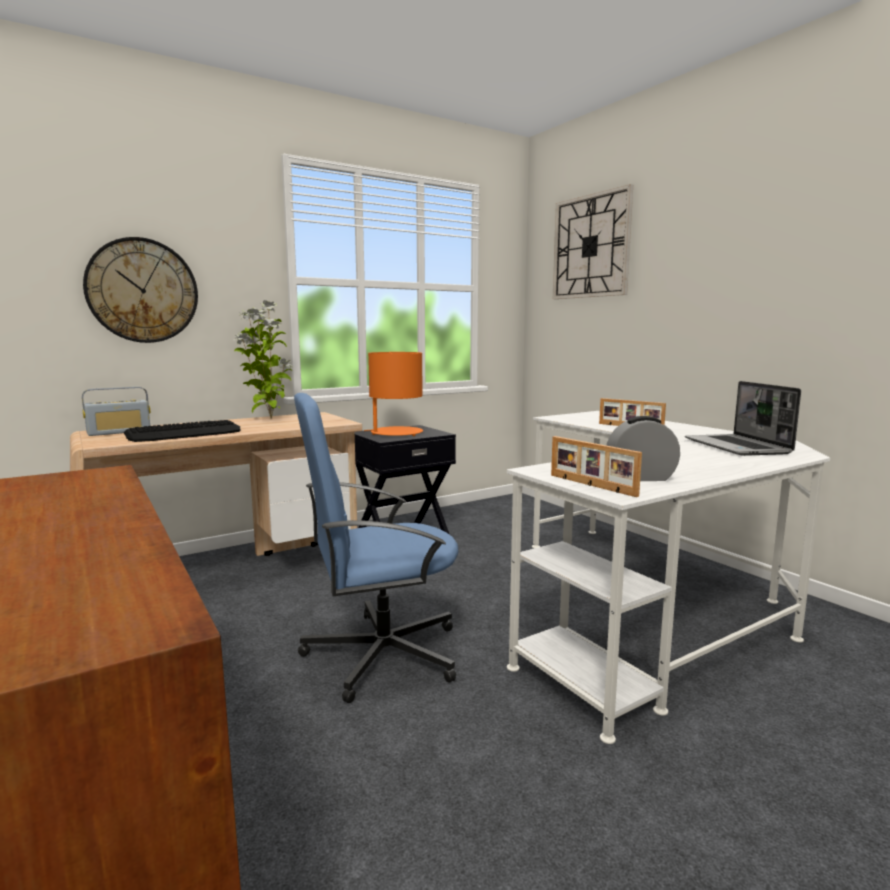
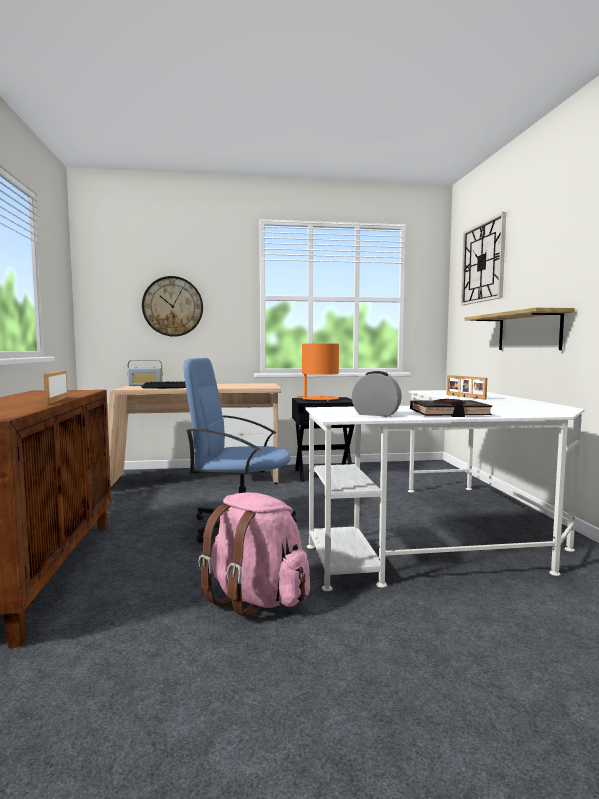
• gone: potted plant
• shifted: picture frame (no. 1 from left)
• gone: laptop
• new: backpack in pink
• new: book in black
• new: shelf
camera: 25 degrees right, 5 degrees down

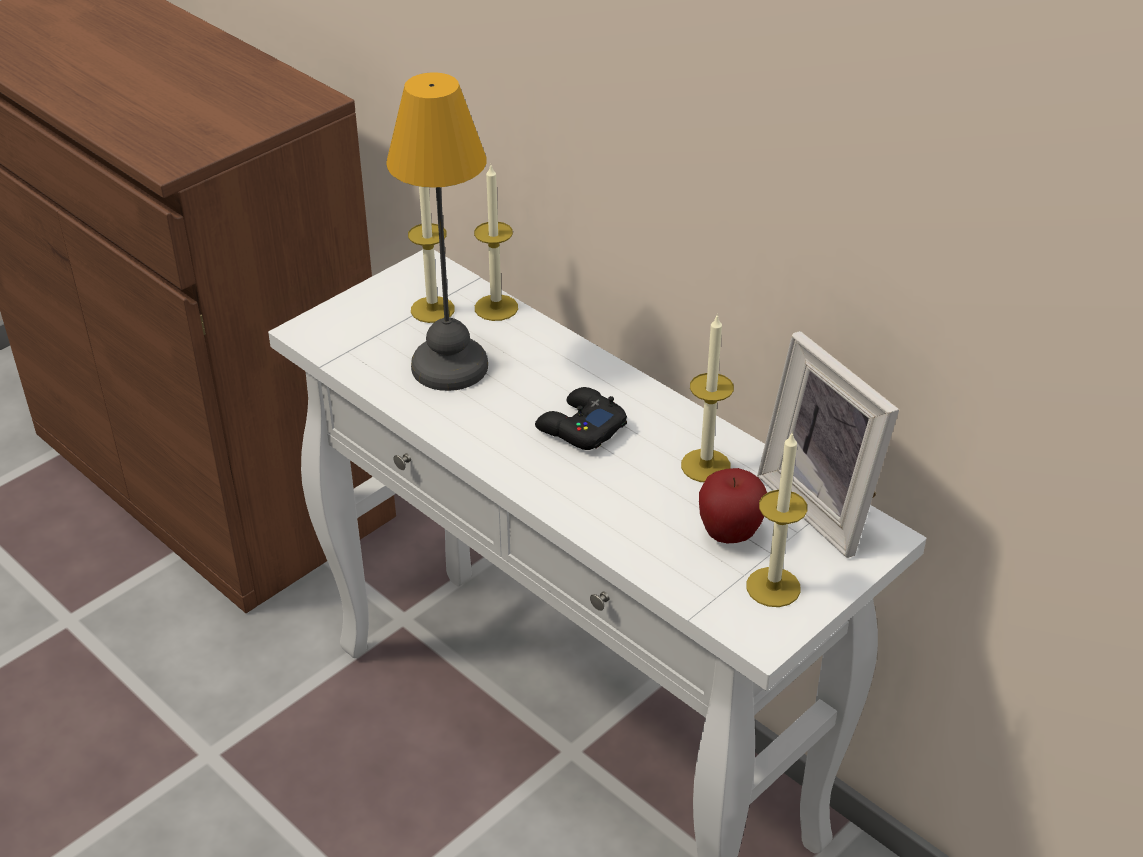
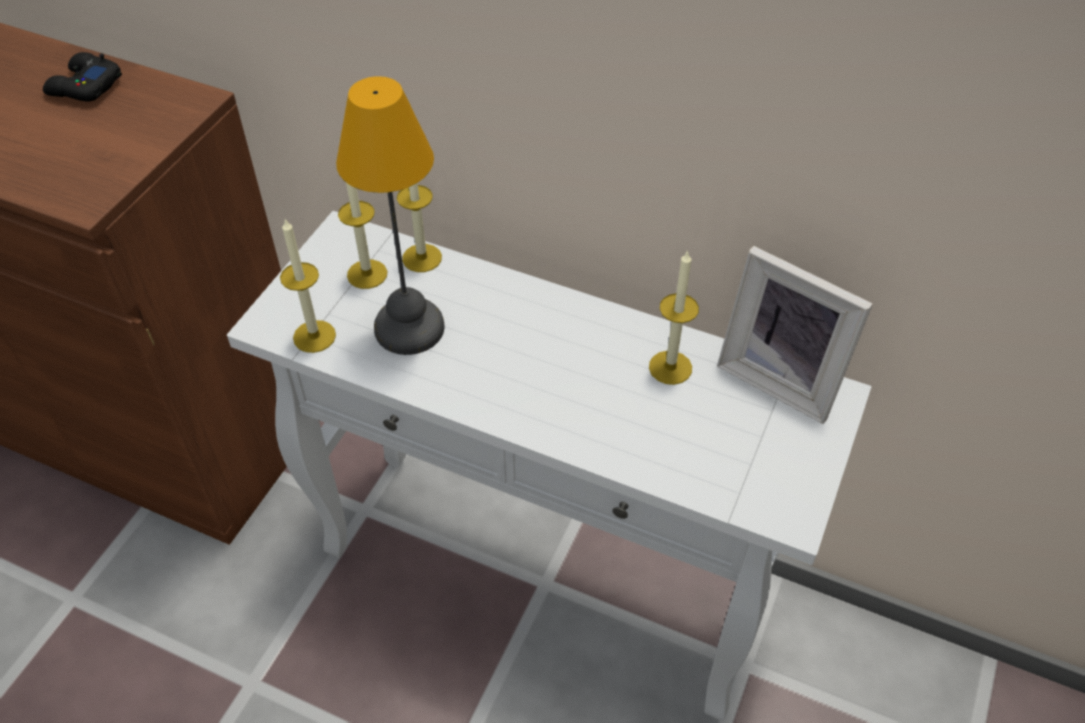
• shifted: game controller in black
• gone: apple
• shifted: candle (no. 4 from left in the first image) to candle (no. 1 from left)
camera: 20 degrees left, 10 degrees up

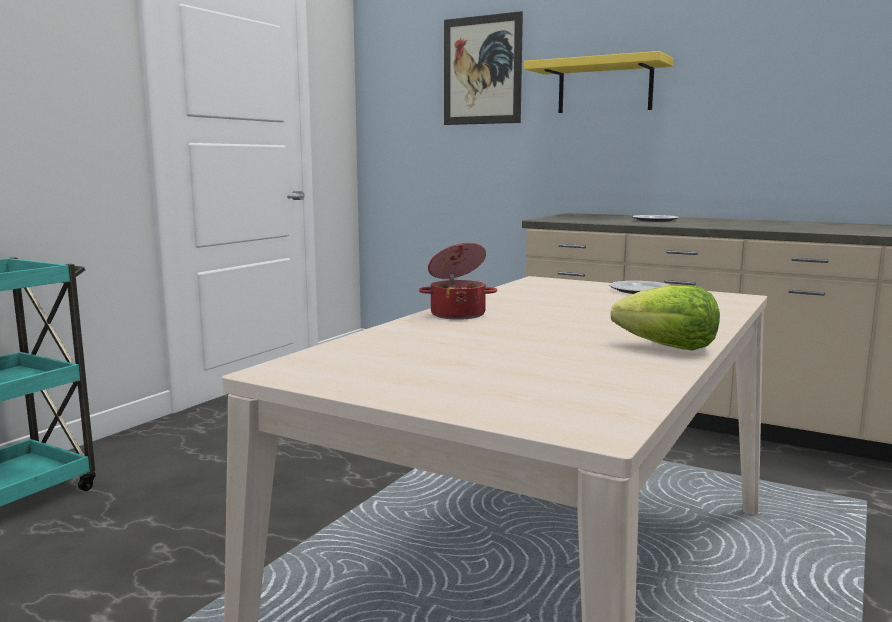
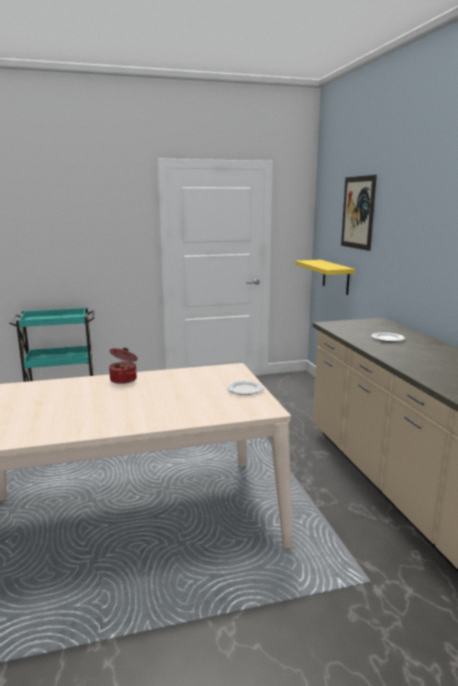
• shifted: shelf in yellow
• gone: lettuce
camera: 45 degrees right, 5 degrees up

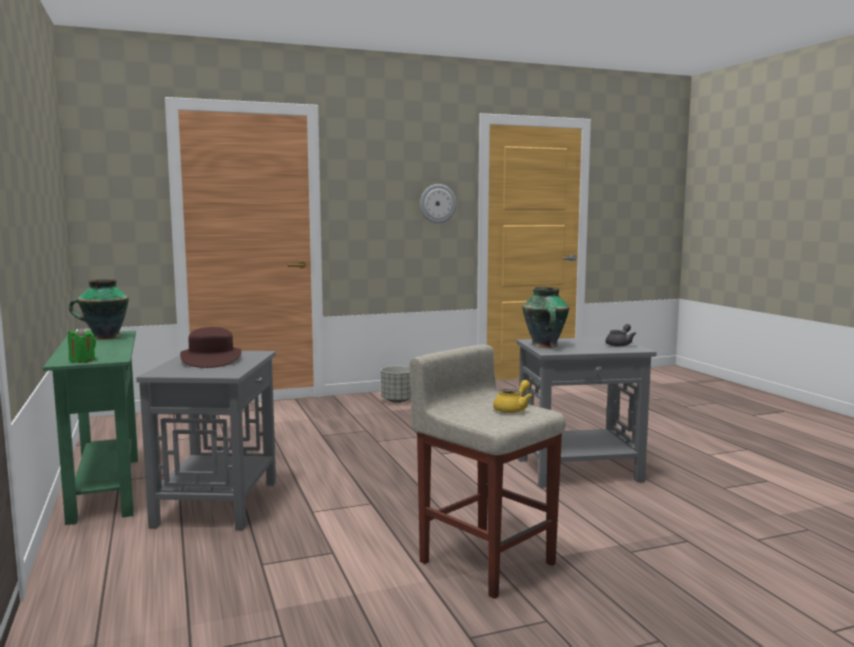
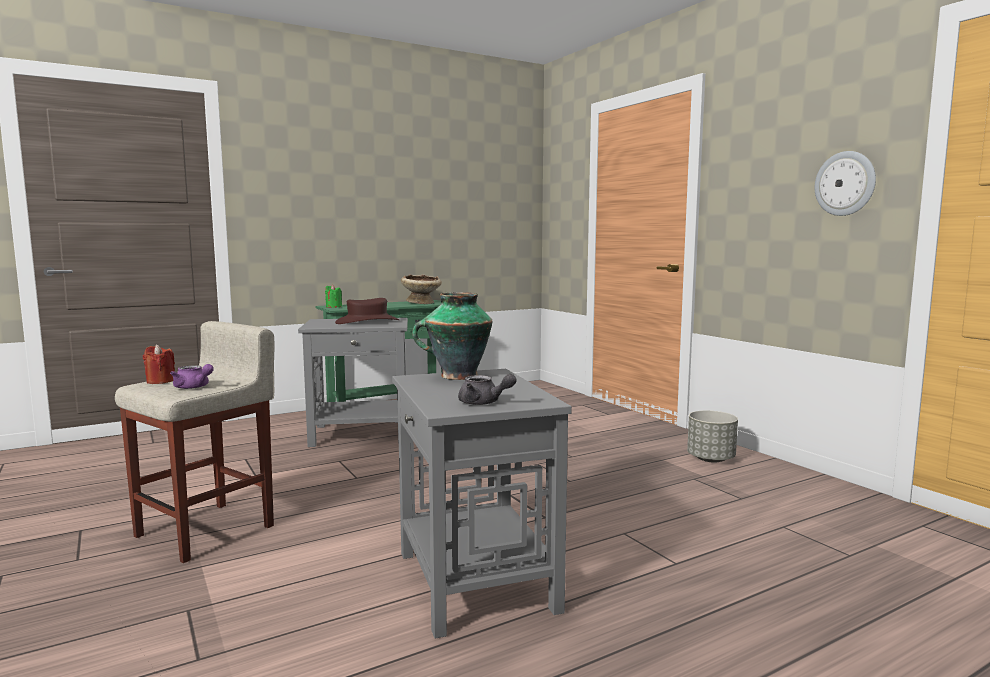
• swapped: vase (no. 1 from left) to bowl in beige
• repainted: teapot in yellow to teapot in purple
• new: candle in red
camera: 80 degrees right, 0 degrees up

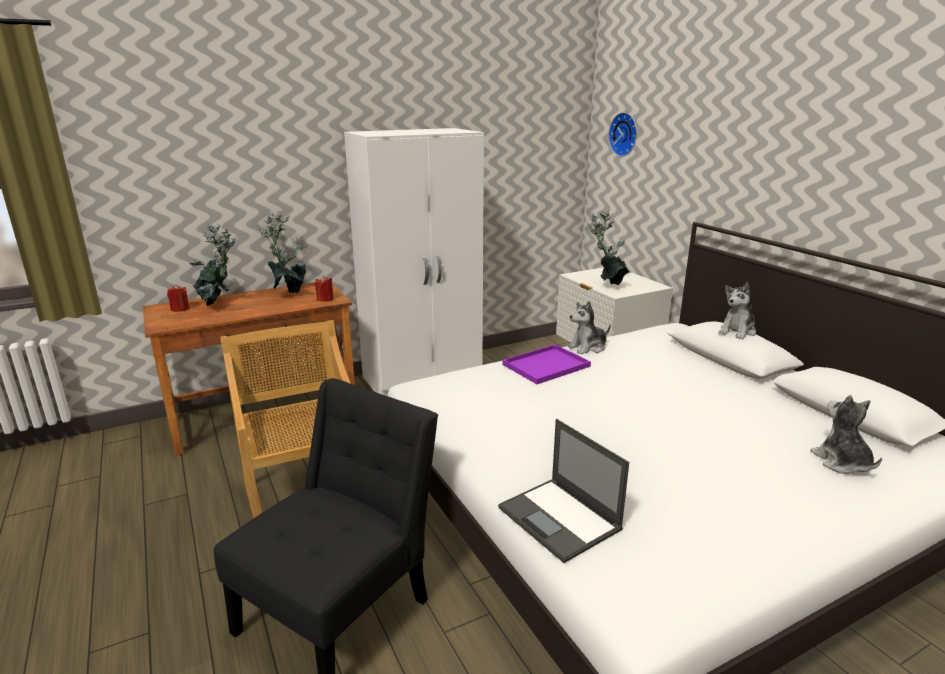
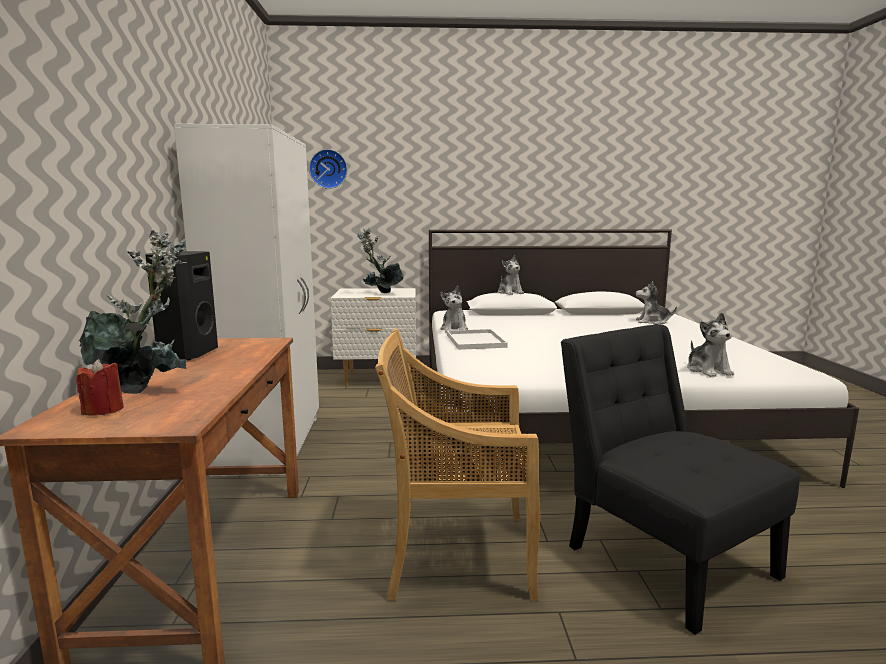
• swapped: potted plant (no. 2 from left) to speaker in black
• gone: candle in red (no. 2 from left)
• swapped: laptop to plush toy (no. 4 from left)
• repainted: tray in purple to tray in white
camera: 65 degrees left, 10 degrees down

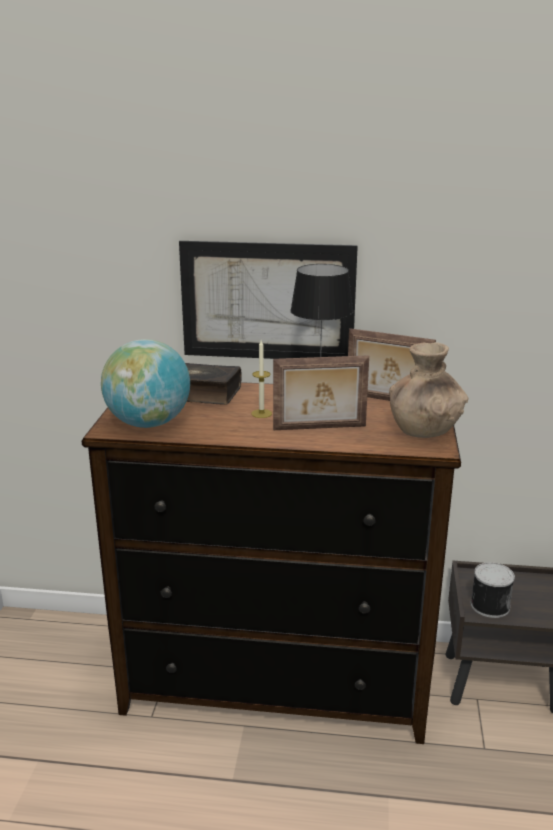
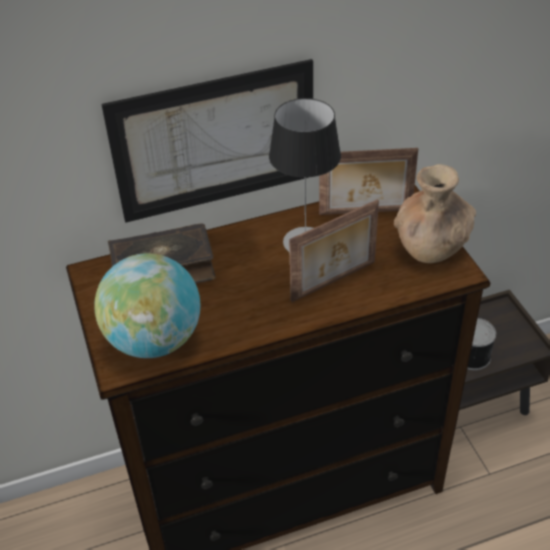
• gone: candle
camera: 25 degrees left, 20 degrees up

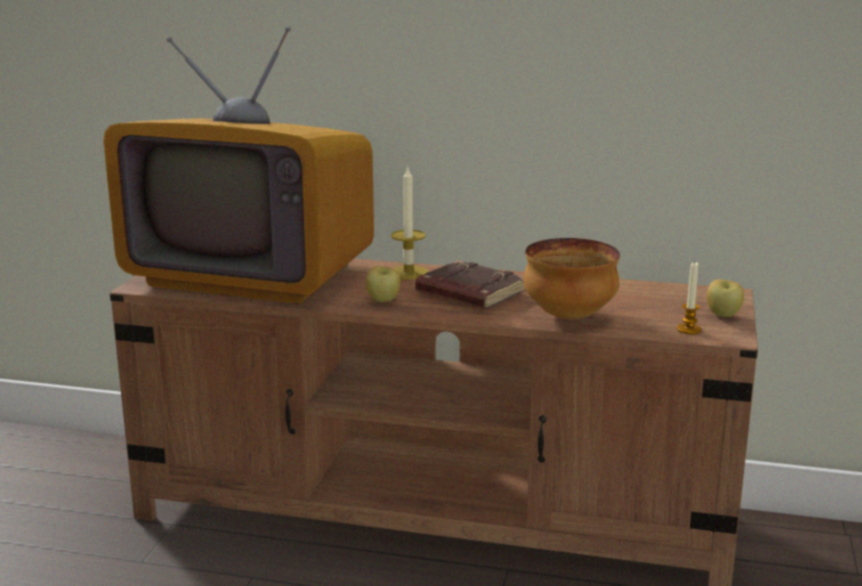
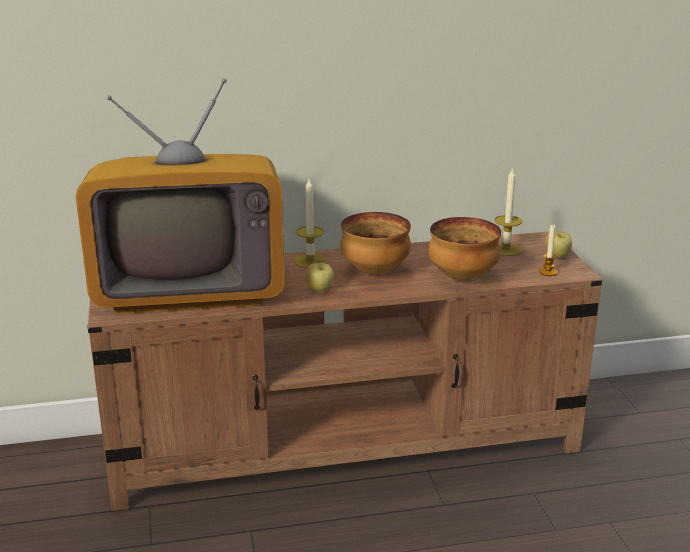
• swapped: book in brown to bowl (no. 1 from left)
• new: candle (no. 2 from left)
camera: 25 degrees left, 5 degrees up

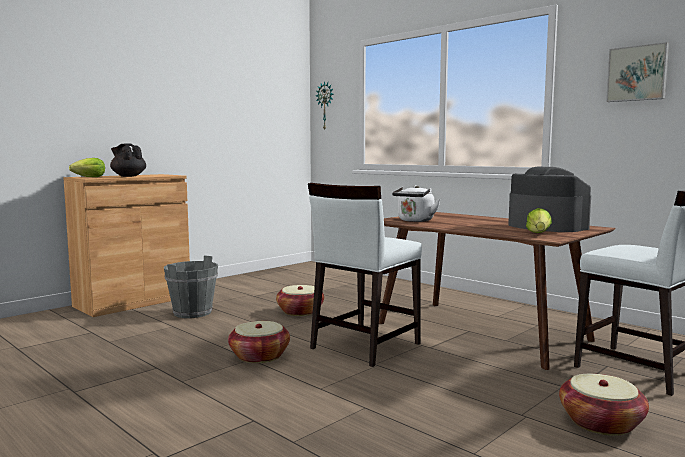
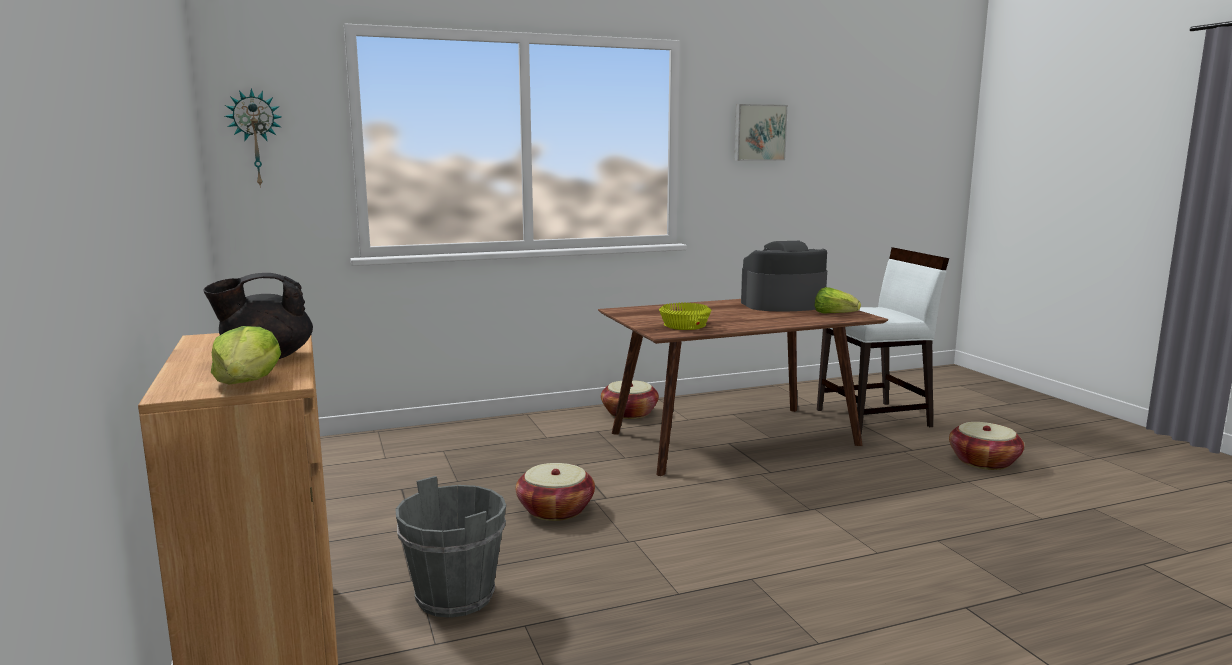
• shifted: basket (no. 1 from left in the first image) to basket (no. 2 from left)
• gone: chair in white (no. 1 from left)
• swapped: kettle in white to bowl in yellow
camera: 65 degrees left, 5 degrees up

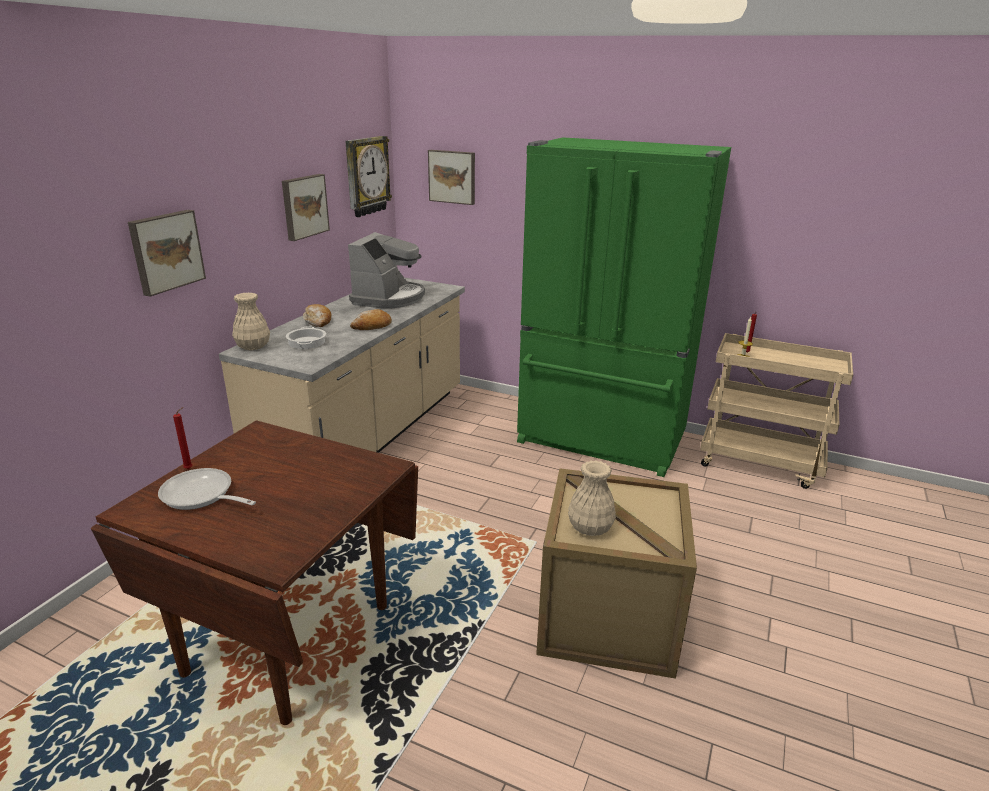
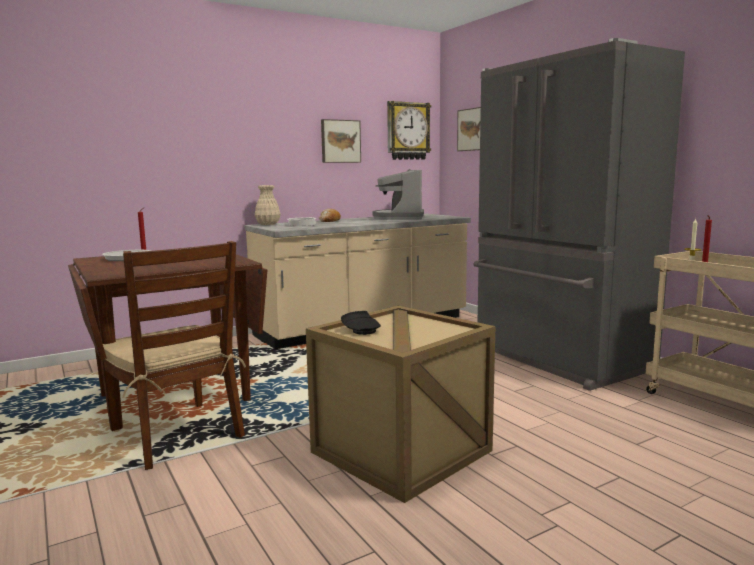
• gone: picture (no. 1 from left)
• rotated: coffee machine 135 degrees clockwise
• gone: bread (no. 2 from left)
• repainted: fridge in green to fridge in grey
• swapped: vase in beige (no. 2 from left) to plate in black
• new: chair in brown
camera: 35 degrees right, 15 degrees down

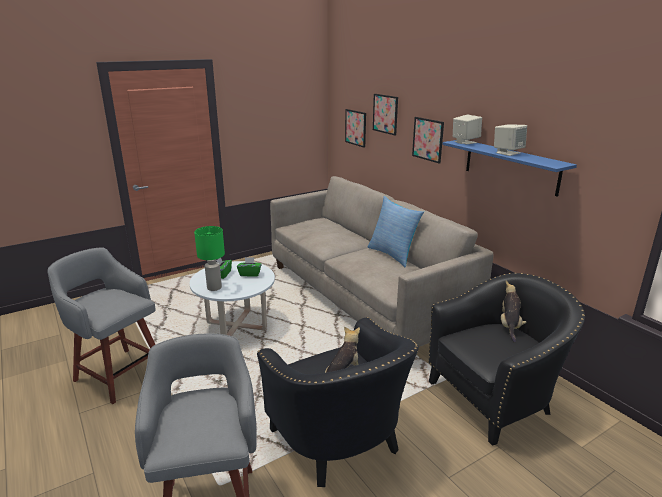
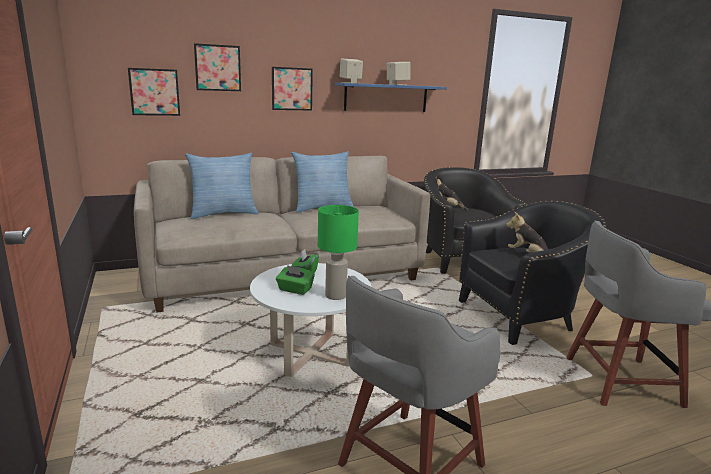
• new: pillow (no. 1 from left)
camera: 80 degrees left, 5 degrees down

